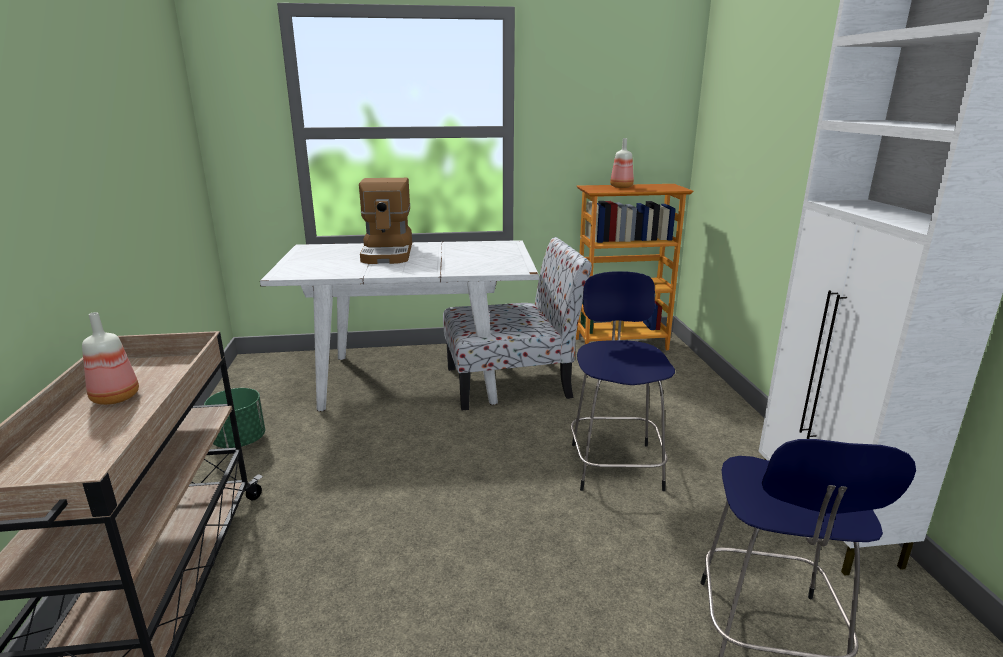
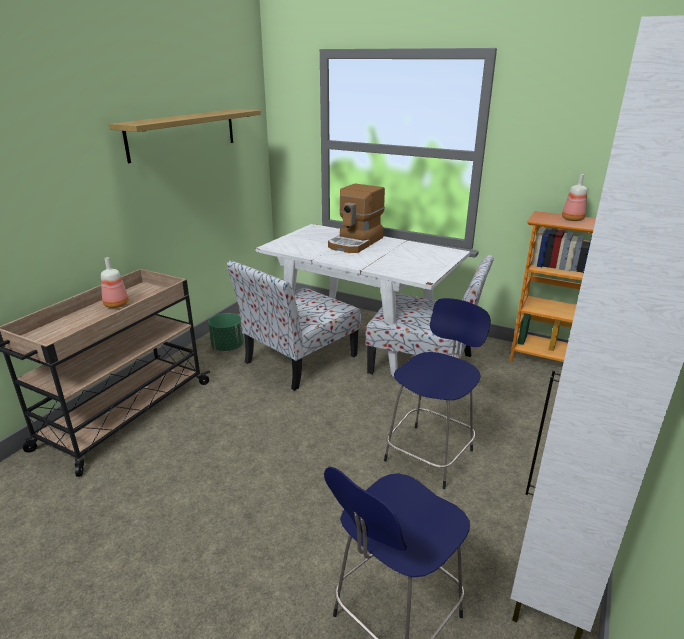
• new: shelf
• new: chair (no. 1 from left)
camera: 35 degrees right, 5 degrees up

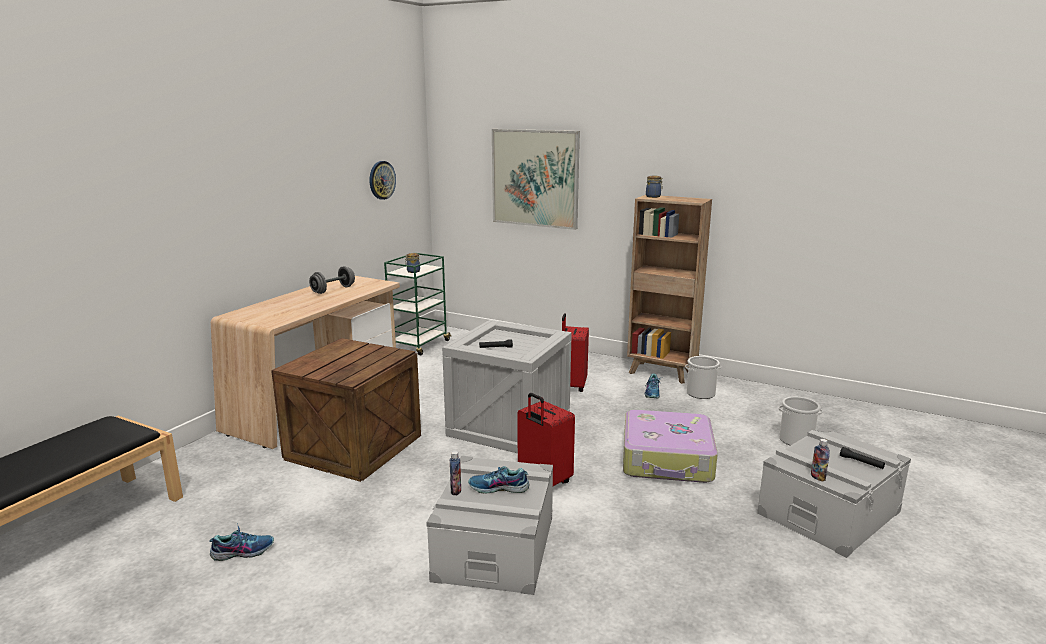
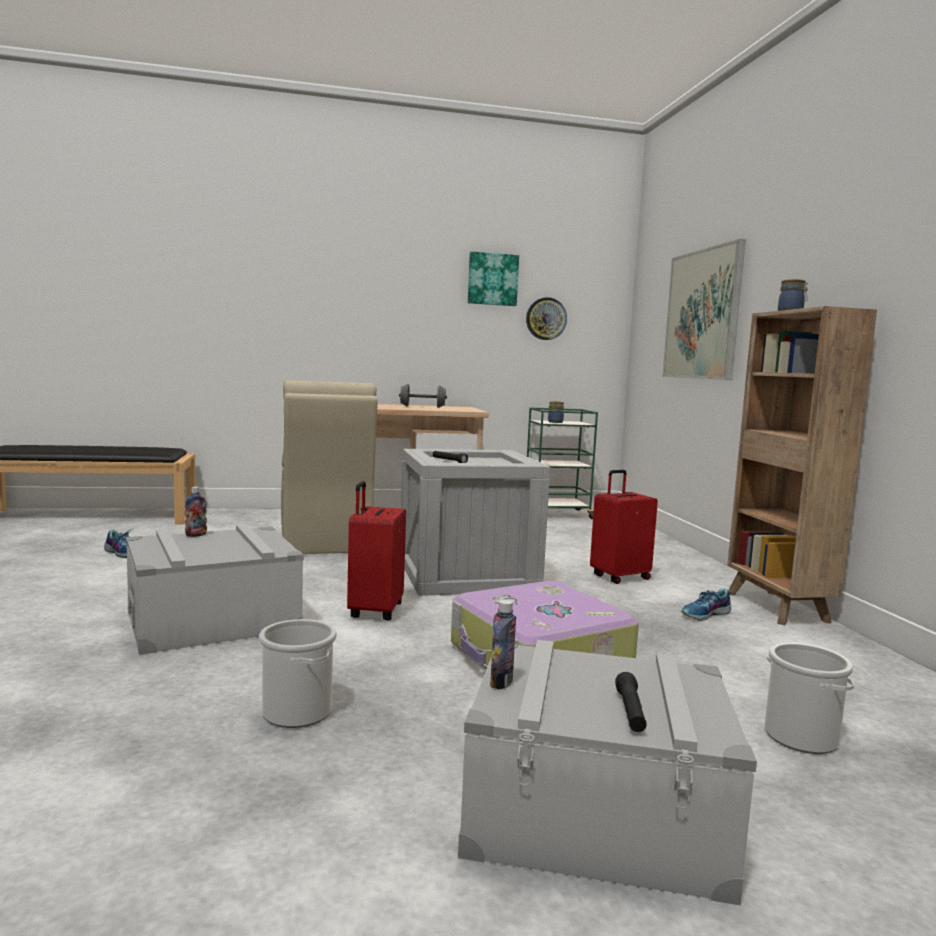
• swapped: crate (no. 1 from left) to chair in beige
• gone: shoe (no. 2 from left)
• shifted: bucket (no. 1 from left)
• new: picture (no. 1 from left)
camera: 50 degrees right, 10 degrees down

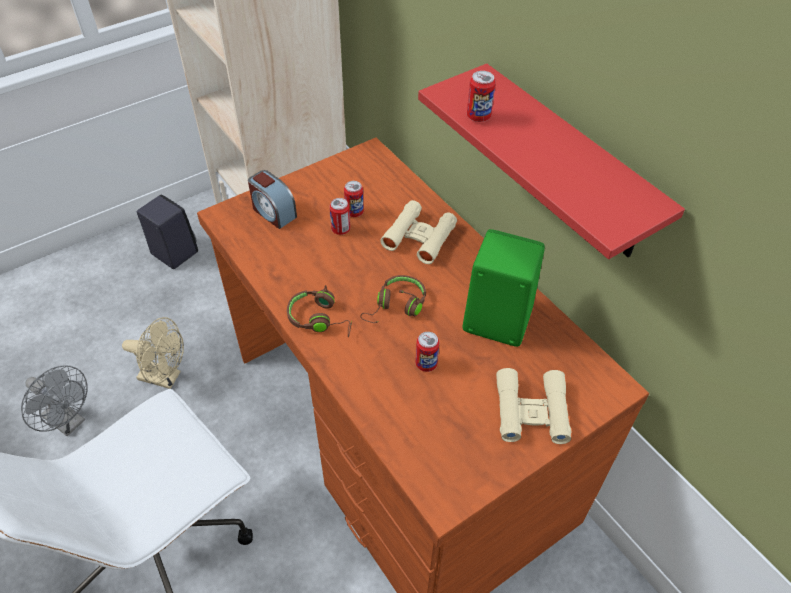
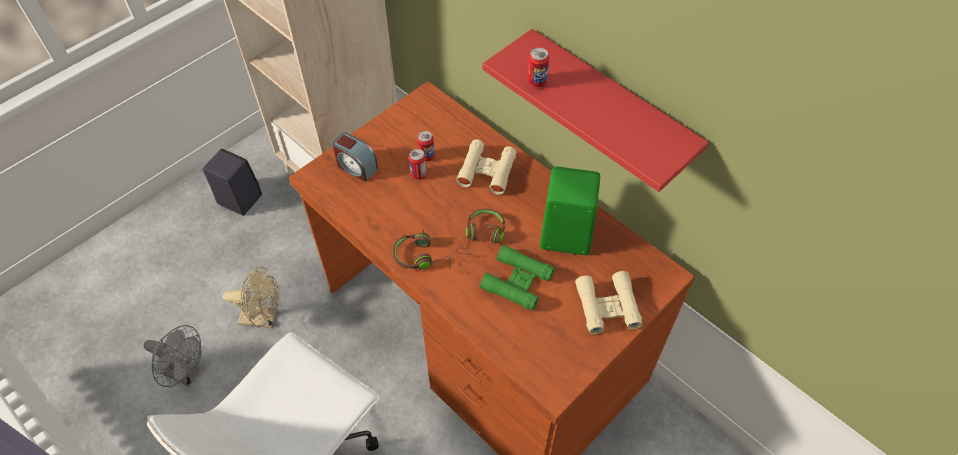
• swapped: can (no. 3 from left) to binoculars in green
camera: 10 degrees left, 5 degrees up

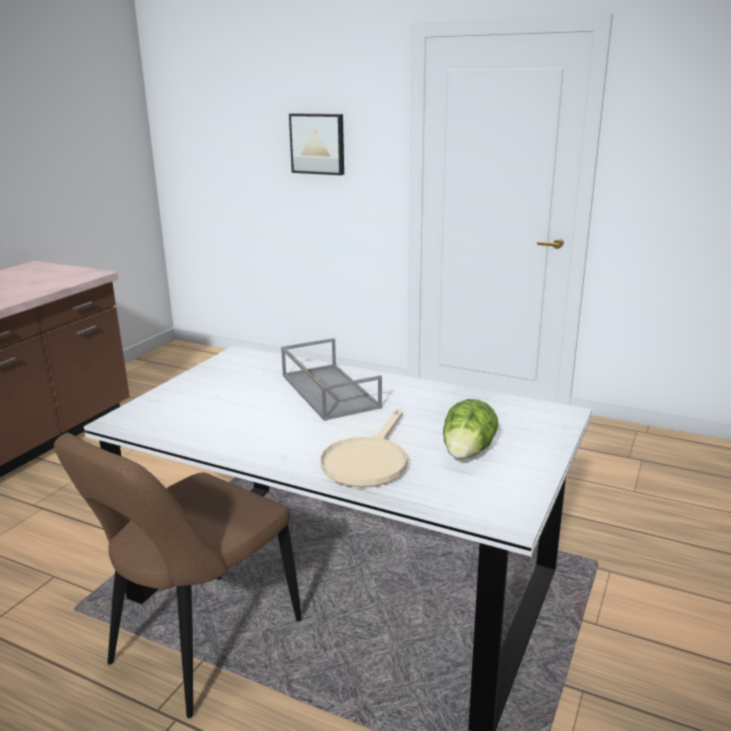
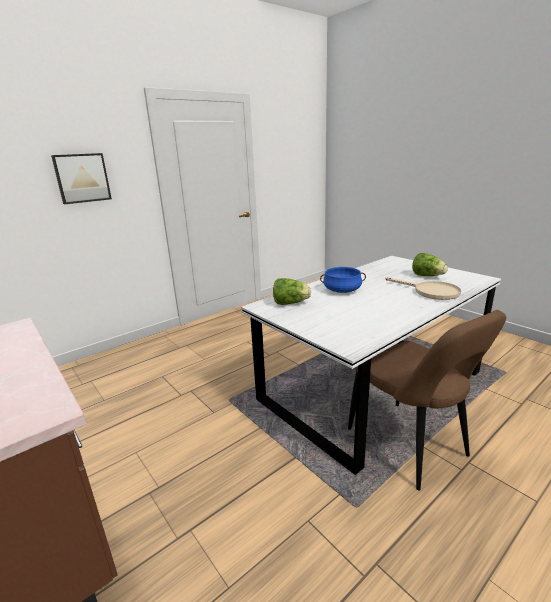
• swapped: tray in grey to cooking pot in blue
• new: lettuce (no. 1 from left)
camera: 65 degrees left, 0 degrees up

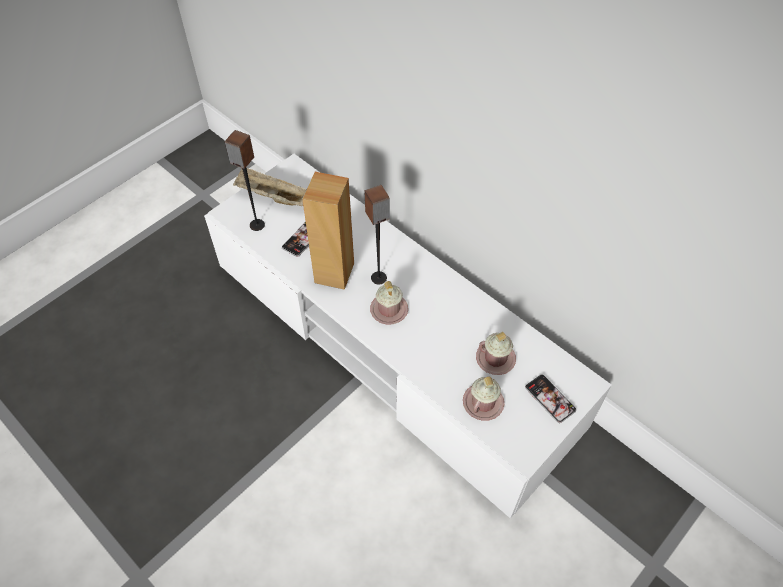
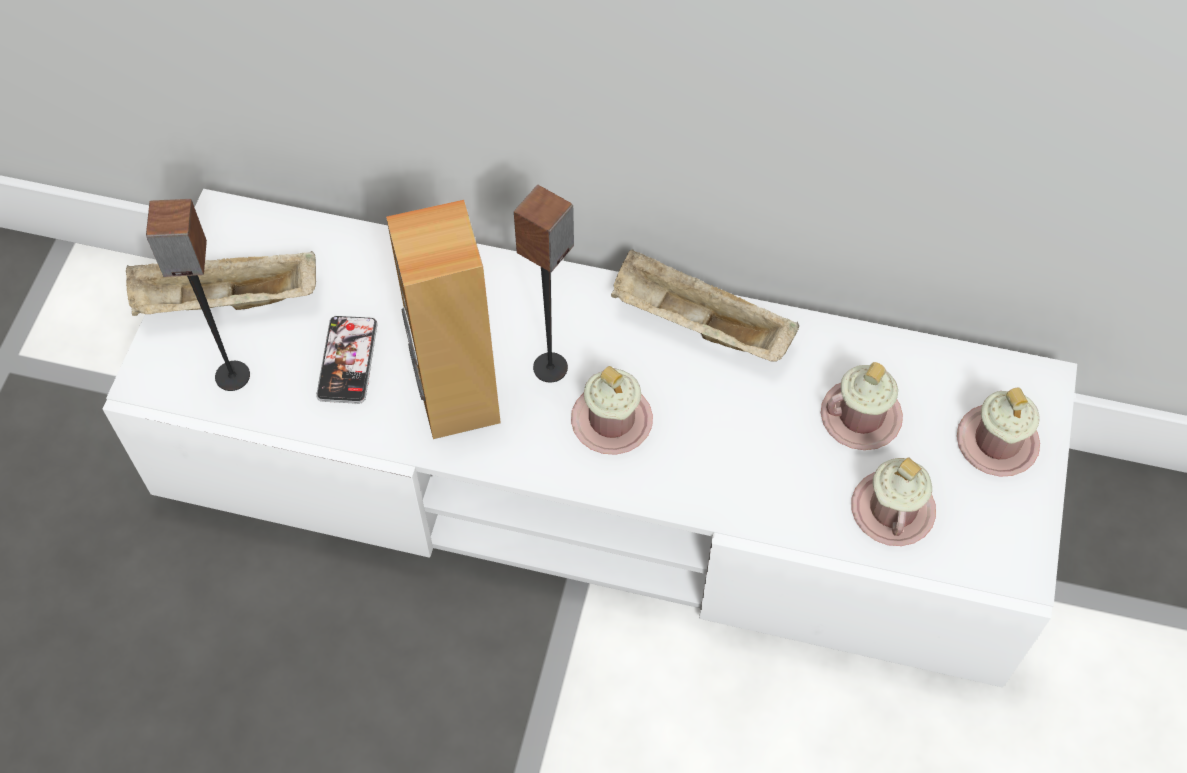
• swapped: phone (no. 2 from left) to mug in pink (no. 4 from left)
• new: tray in beige (no. 2 from left)
camera: 30 degrees left, 5 degrees up

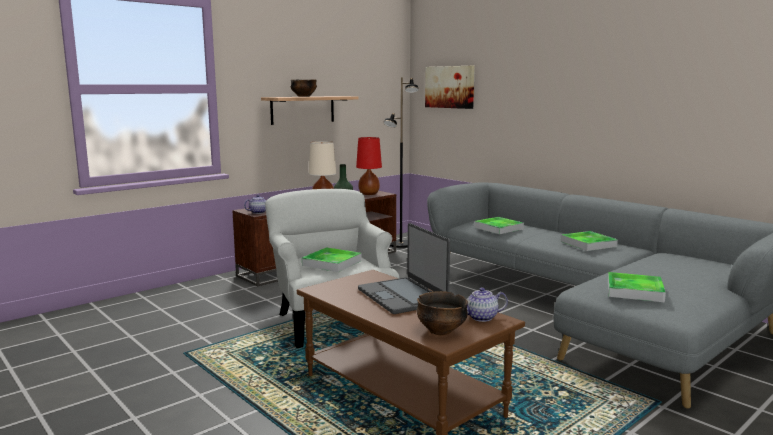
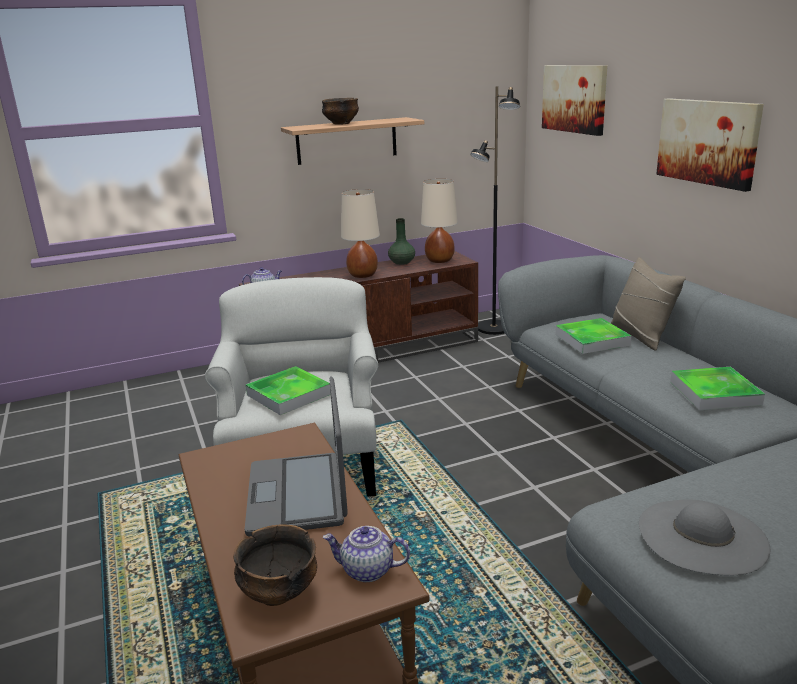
• repainted: table lamp in red to table lamp in beige (no. 2 from left)
• swapped: tray (no. 4 from left) to hat in grey
• new: pillow in beige
• new: picture (no. 2 from left)
camera: 20 degrees right, 10 degrees up

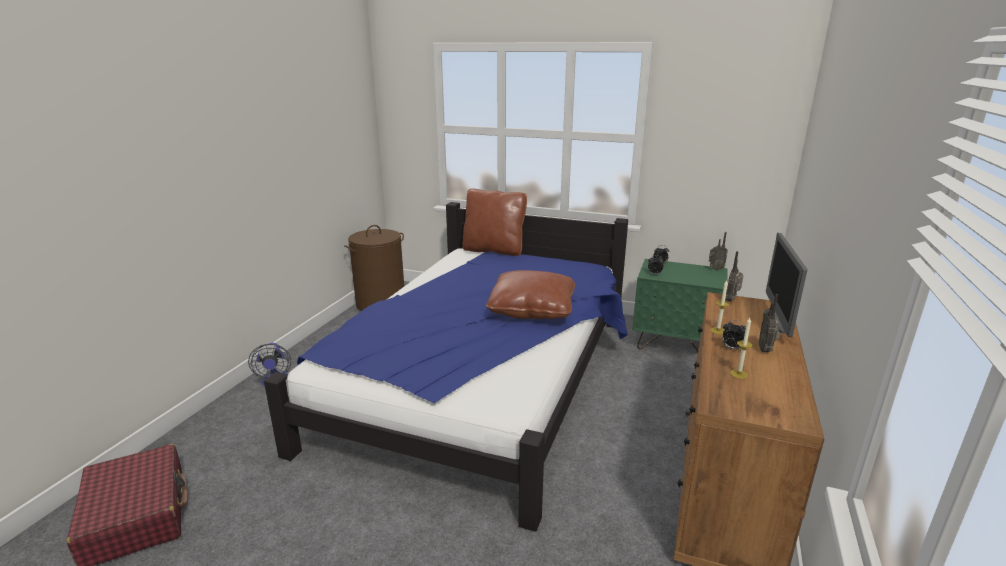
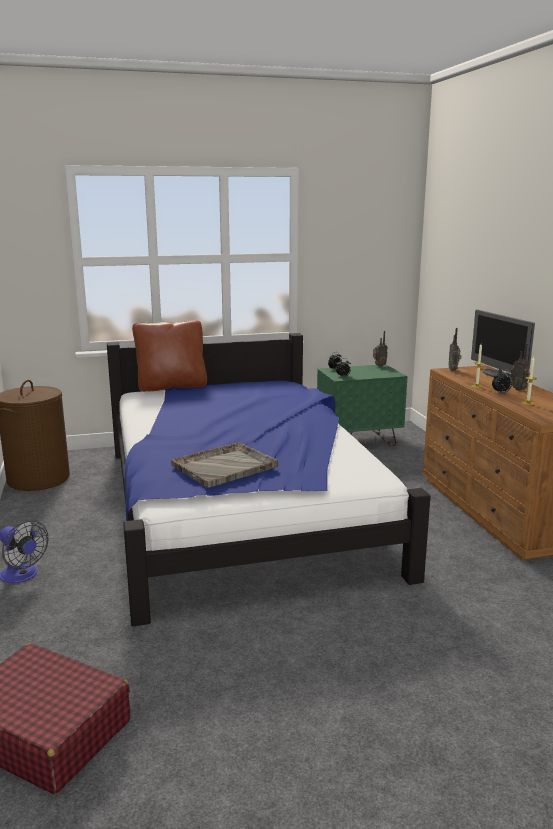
• gone: pillow in brown (no. 2 from left)
• new: tray in grey
camera: 35 degrees left, 5 degrees down

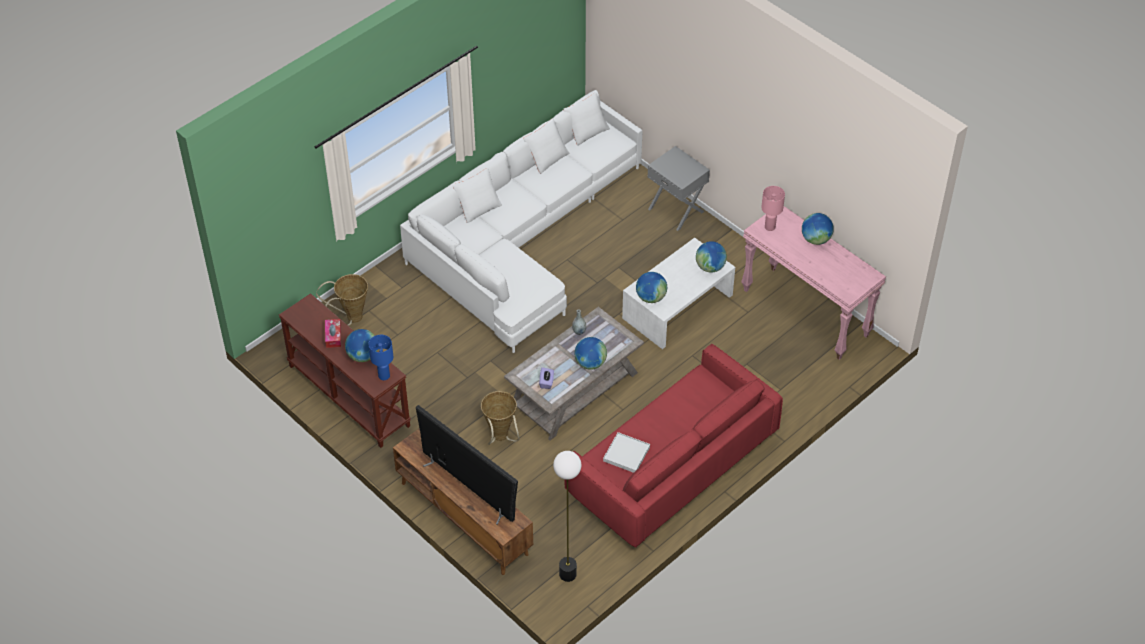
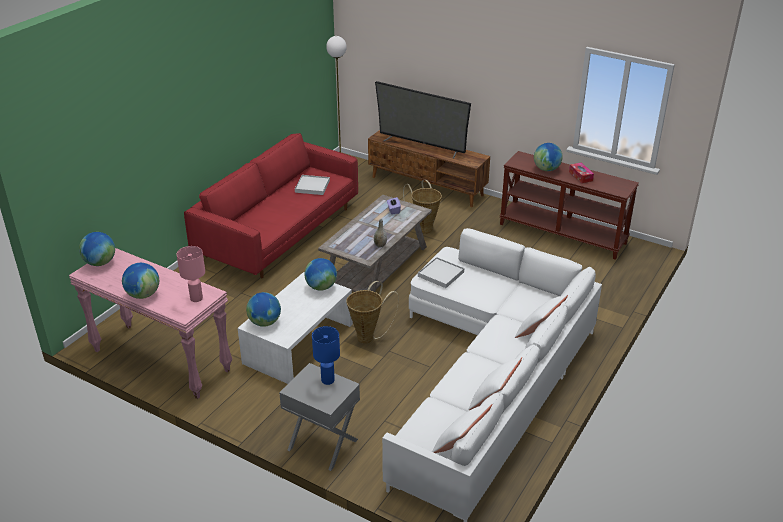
• shifted: basket (no. 1 from left)
• shifted: table lamp in blue
• shifted: globe (no. 2 from left in the first image) to globe (no. 1 from left)
• new: tray in white (no. 2 from left)
camera: 165 degrees right, 15 degrees down

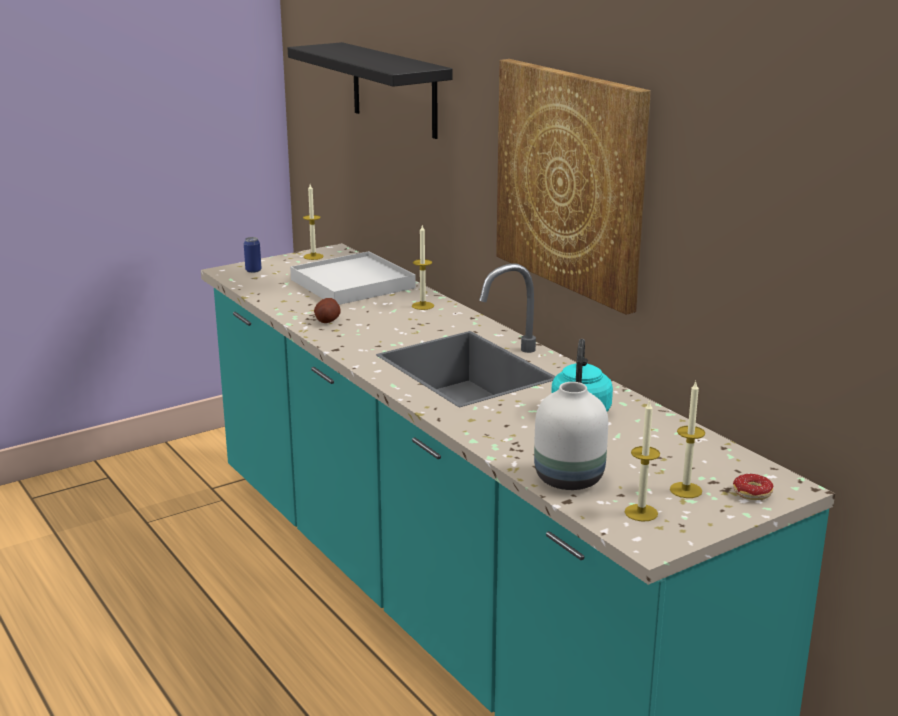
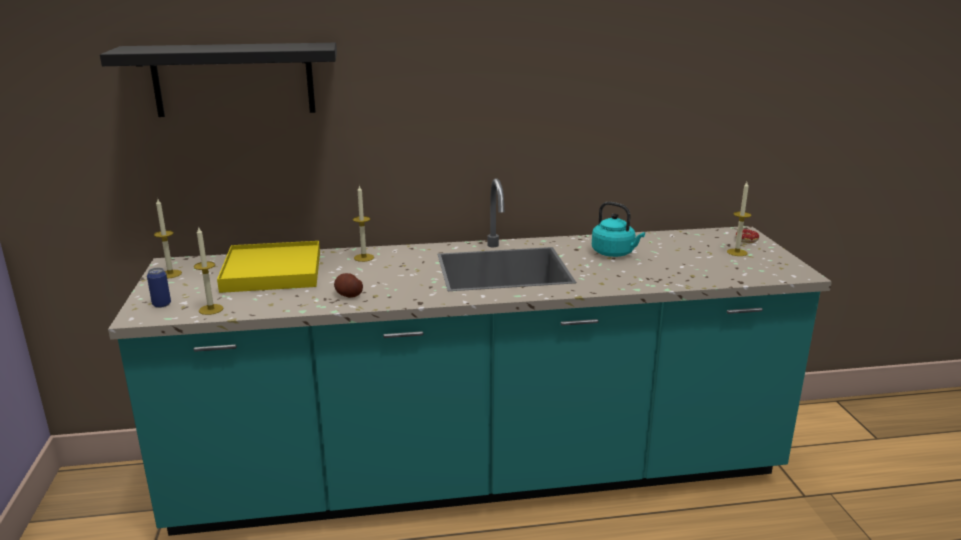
• repainted: tray in white to tray in yellow
• gone: picture
• gone: vase in white
• shifted: candle (no. 3 from left in the first image) to candle (no. 2 from left)
camera: 65 degrees left, 0 degrees up

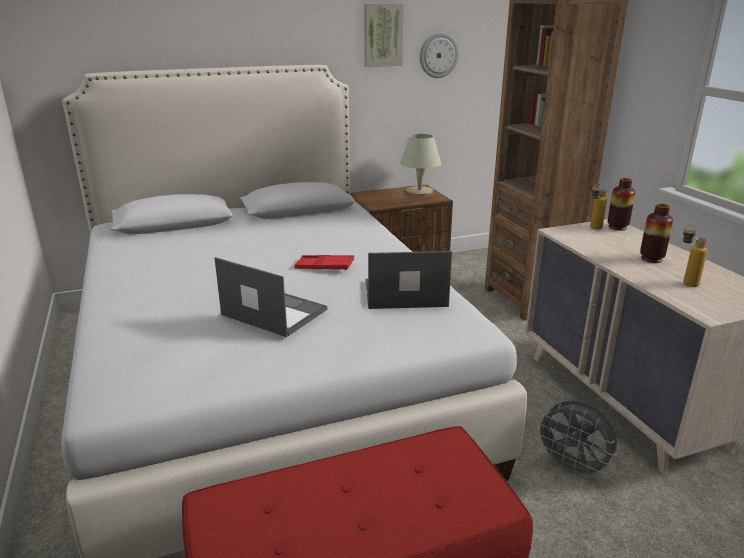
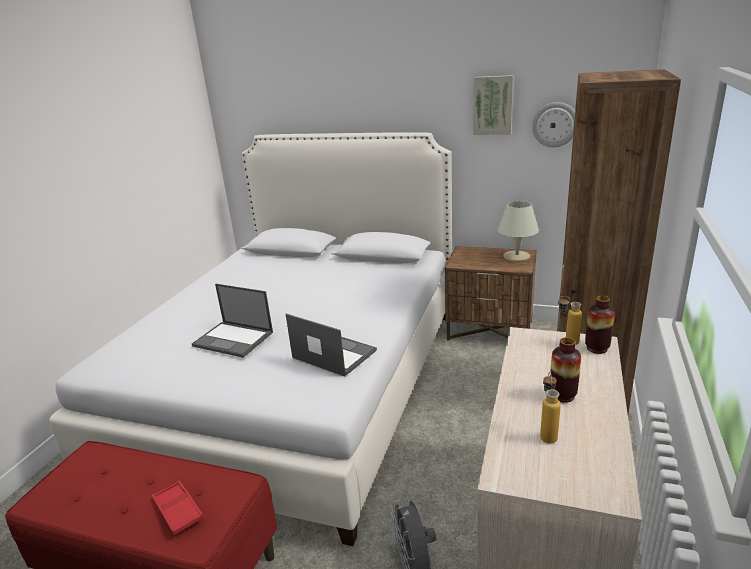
• rotated: laptop (no. 1 from left) 135 degrees clockwise
• shifted: tray in red
camera: 40 degrees right, 0 degrees up

